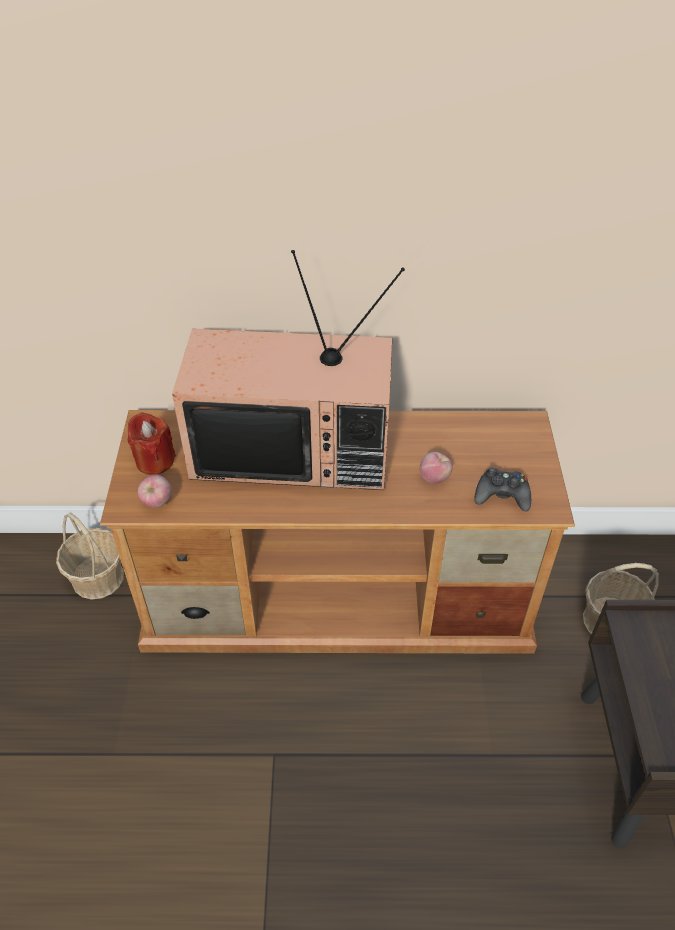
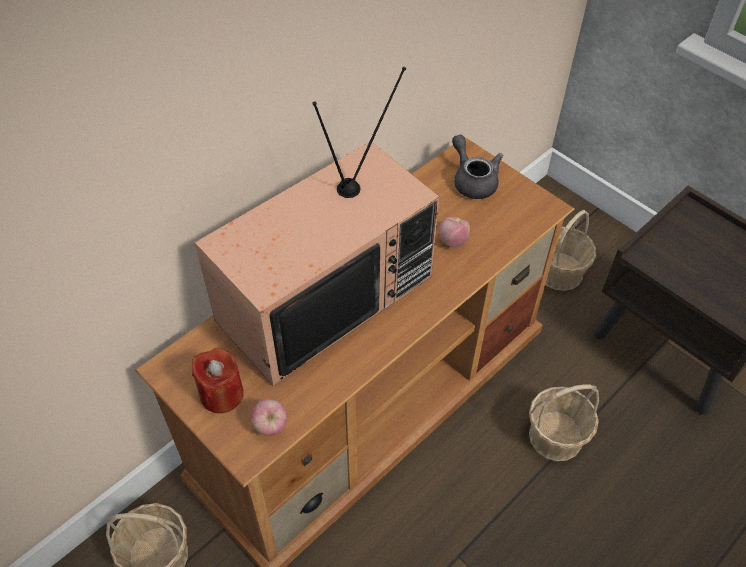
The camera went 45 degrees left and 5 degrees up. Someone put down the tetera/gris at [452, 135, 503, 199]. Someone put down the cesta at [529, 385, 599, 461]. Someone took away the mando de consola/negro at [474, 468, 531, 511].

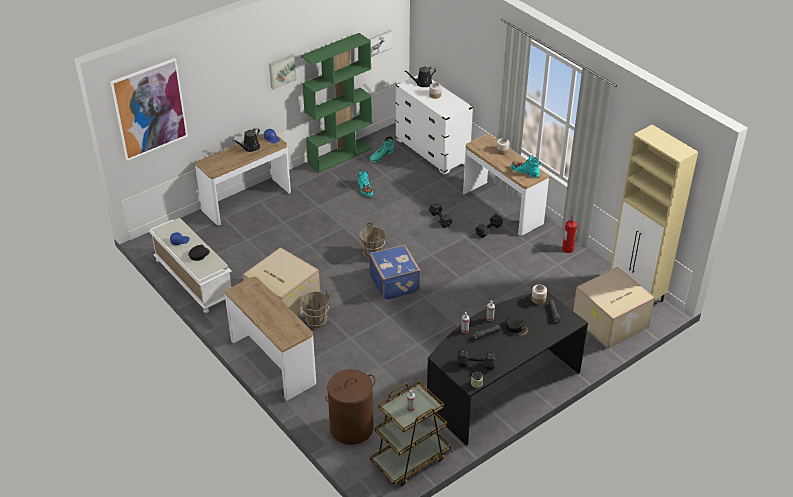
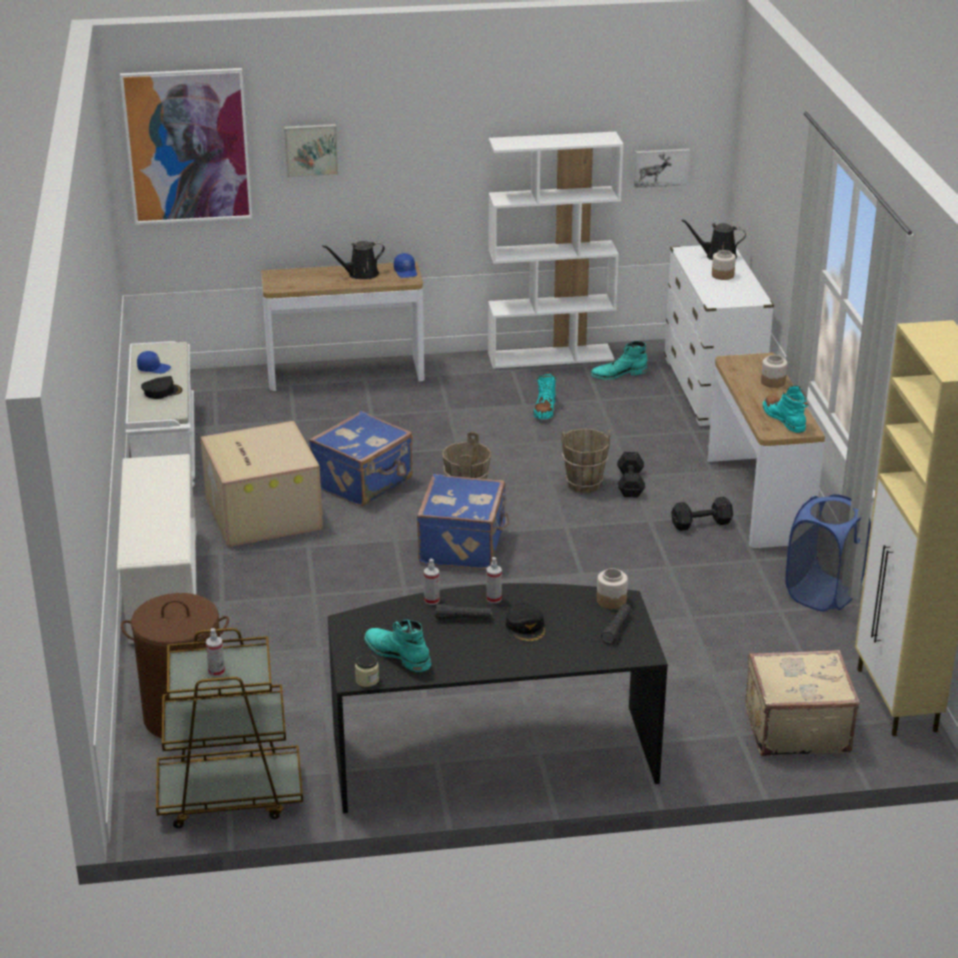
The camera went 30 degrees right and 10 degrees down. Someone swapped the mesa consola at [224, 277, 316, 400] for the zapatero/blanco at [117, 454, 197, 644]. Someone carried the cuadro from [269, 55, 297, 90] to [284, 124, 338, 178]. Someone put down the maleta/azul at [309, 411, 413, 506]. Someone swapped the mancuerna/negro at [457, 349, 495, 369] for the bota/turquesa at [364, 619, 431, 672]. Someone repainted the estantería/verde at [301, 33, 373, 173], which became the estantería/blanco at [488, 132, 624, 369]. Someone carried the cubo/marrón from [301, 291, 329, 328] to [561, 429, 610, 493]. Someone swapped the caja de cartón at [573, 267, 655, 348] for the maleta/beis at [745, 650, 860, 756]. Someone swapped the extintor at [562, 216, 577, 253] for the cesto de la ropa/azul at [785, 494, 871, 612].

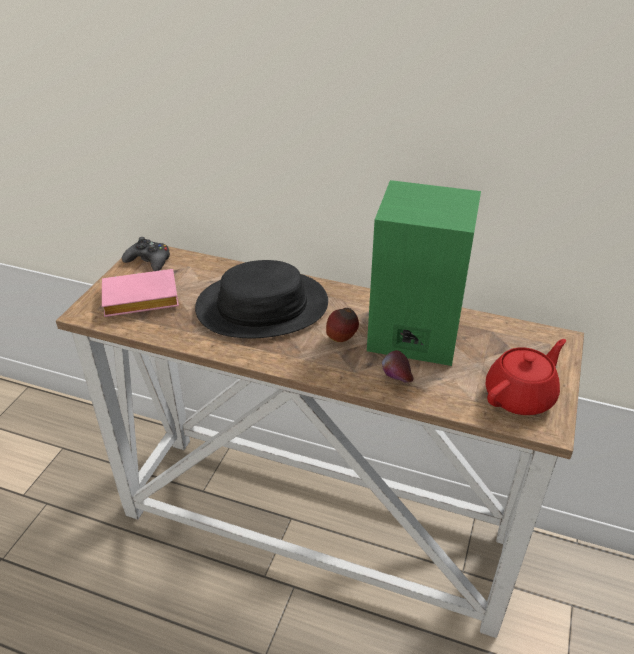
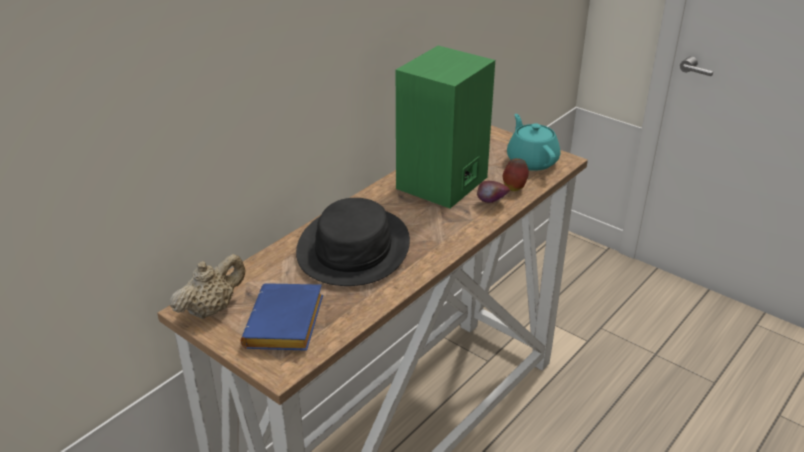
The camera went 70 degrees left and 5 degrees down. Someone swapped the mando de consola/negro at [122, 237, 170, 271] for the tetera/beis at [170, 254, 246, 319]. Someone repainted the libro/rosa at [102, 269, 179, 317], which became the libro/azul at [241, 283, 323, 351]. Someone carried the manzana from [326, 308, 359, 342] to [503, 158, 529, 191]. Someone repainted the tetera/rojo at [486, 339, 566, 415], which became the tetera/turquesa at [507, 114, 560, 171].

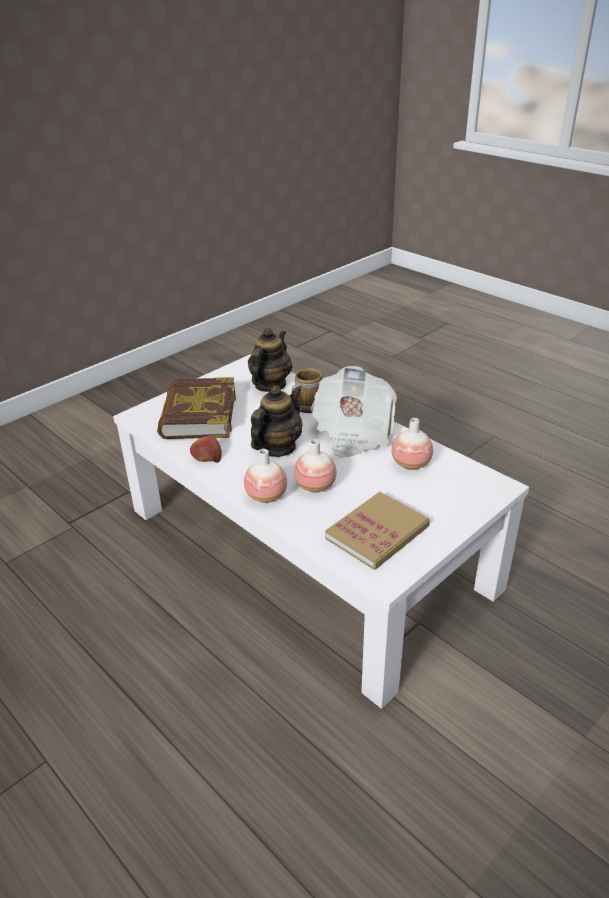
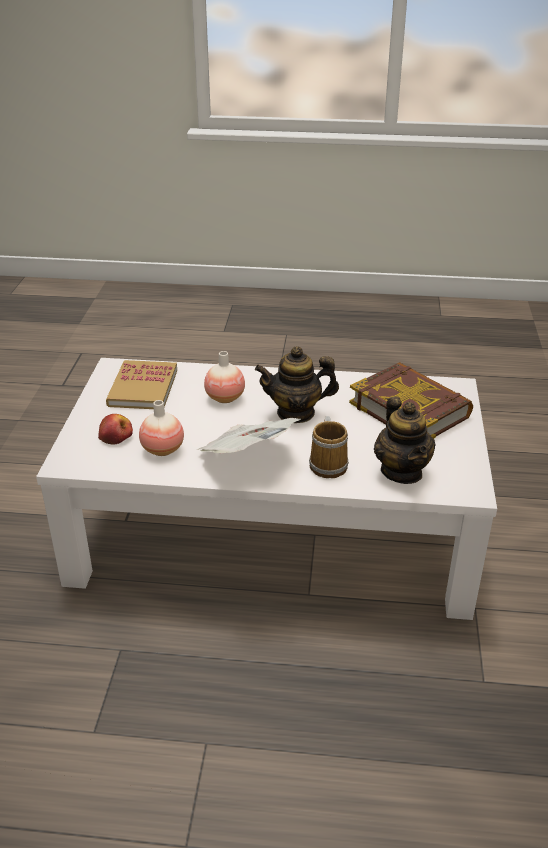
The camera went 140 degrees right and 0 degrees up. Someone carried the manzana from [190, 436, 222, 463] to [98, 414, 133, 444]. Someone rotated the tetera at [251, 385, 302, 457] by 90 degrees clockwise. Someone took away the florero at [244, 449, 287, 503].

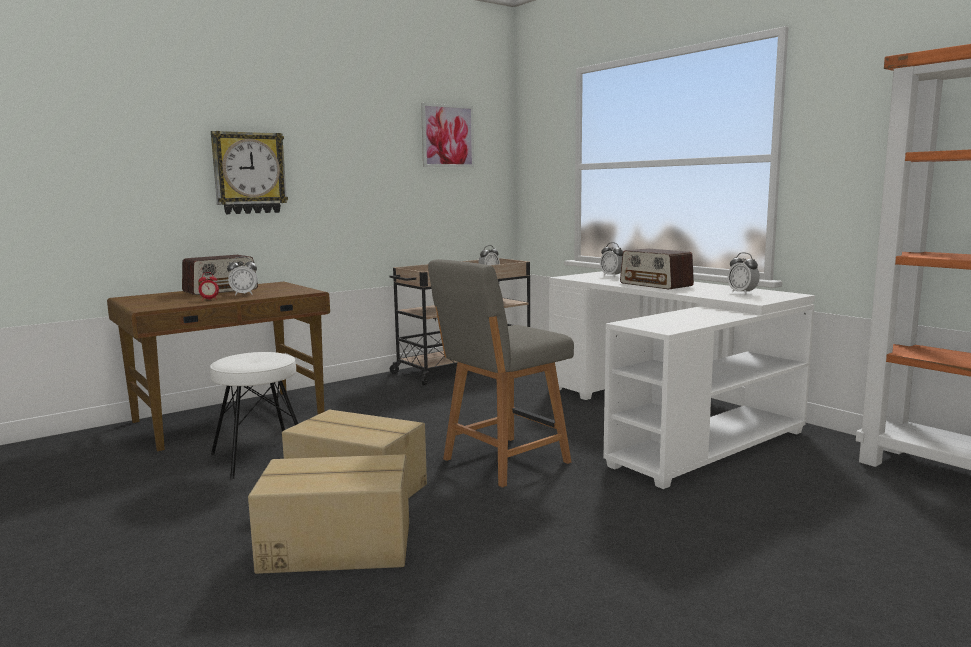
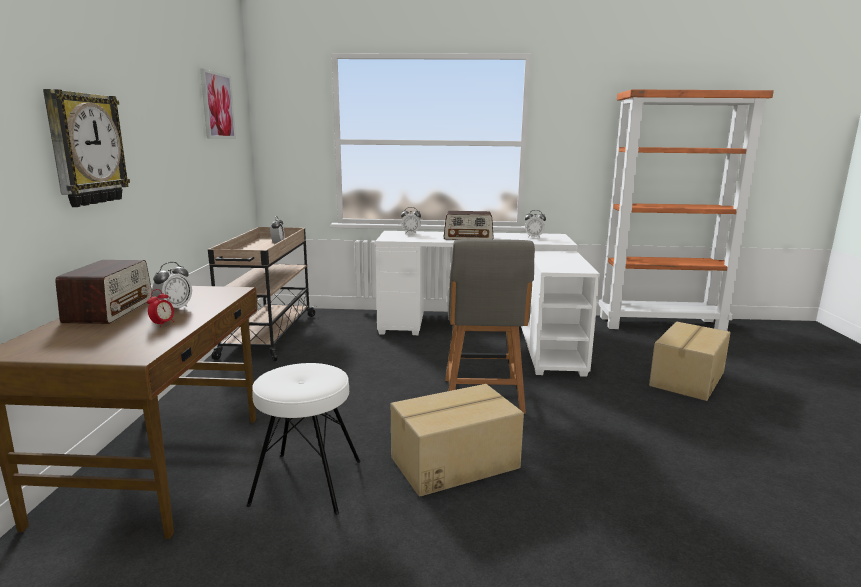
The camera went 50 degrees left and 5 degrees up. Someone carried the caja de cartón from [248, 454, 409, 574] to [649, 322, 731, 401].

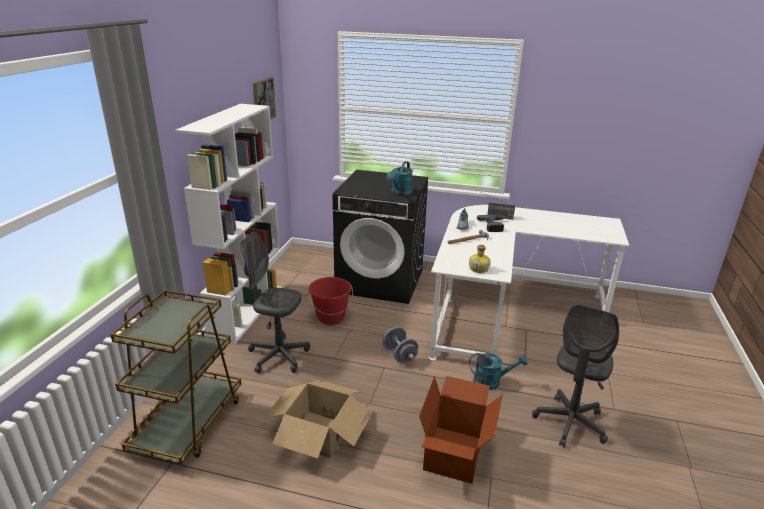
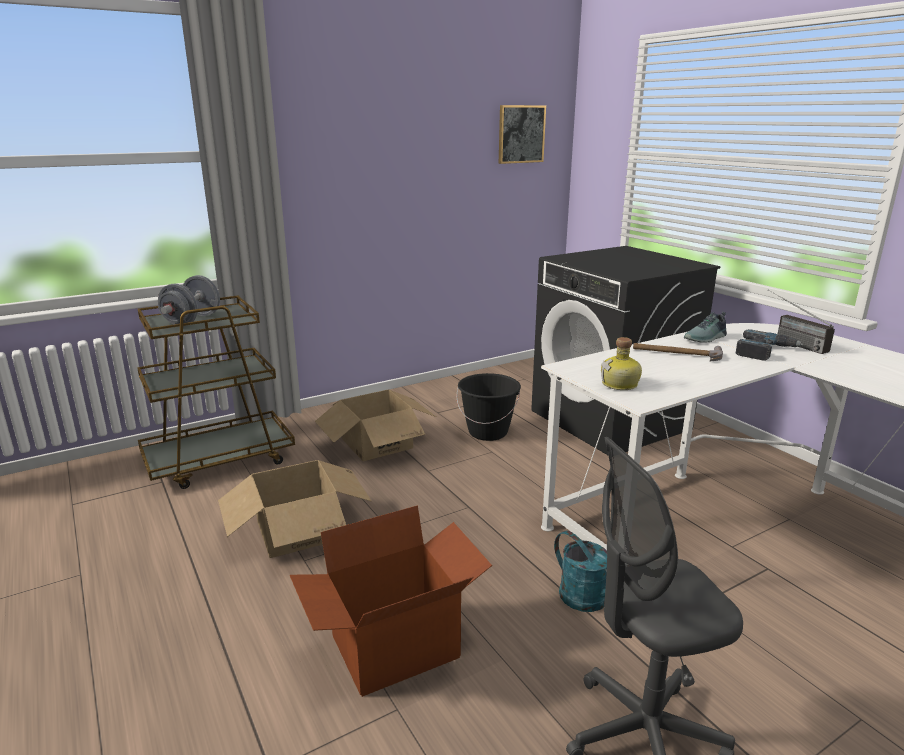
The camera went 45 degrees right and 5 degrees down. Someone carried the mancuerna/gris from [382, 327, 418, 363] to [158, 275, 220, 325]. Someone swapped the silla de oficina/gris at [240, 231, 310, 373] for the caja de cartón at [315, 390, 436, 461]. Someone repainted the cubo/rojo at [308, 277, 353, 325], which became the cubo/negro at [456, 373, 521, 441]. Someone took away the estantería/blanco at [175, 104, 282, 344]. Someone took away the regadera/turquesa at [387, 161, 413, 196].

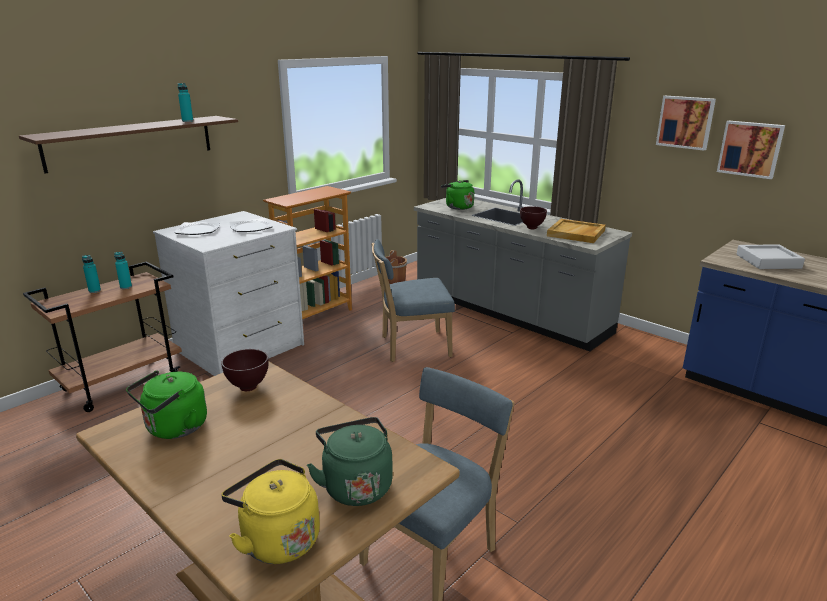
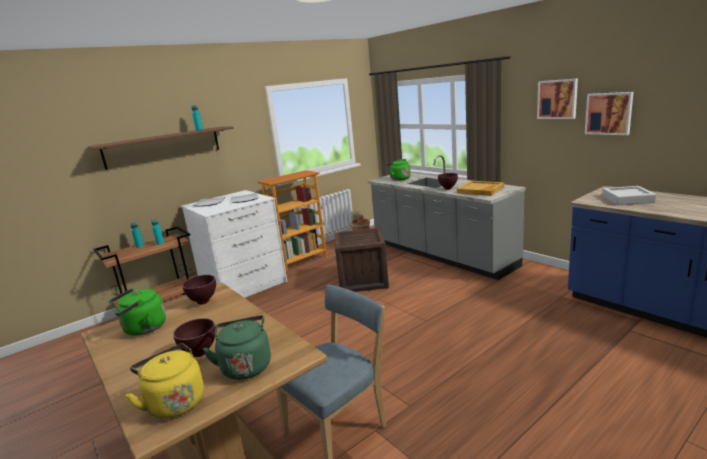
The camera went 10 degrees right and 5 degrees down. Someone put down the cuenco/marrón at [173, 318, 215, 357]. Someone swapped the silla/azul at [371, 239, 455, 362] for the caja de embalaje at [335, 228, 389, 292].

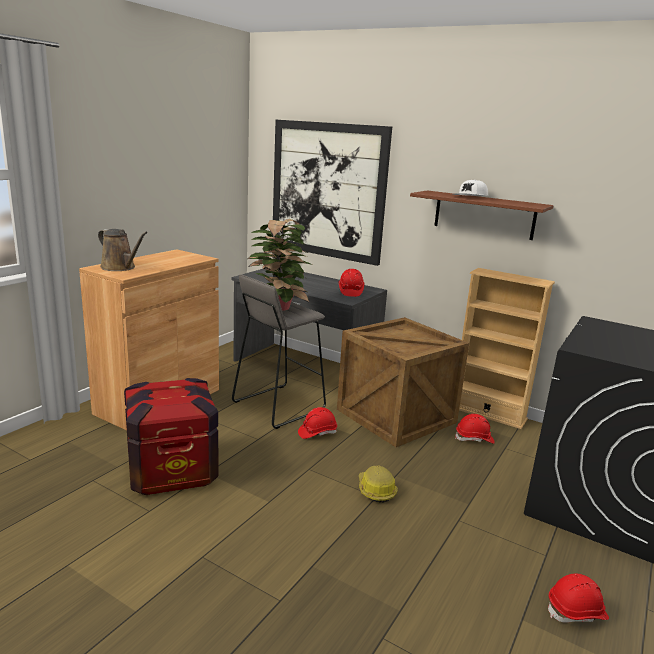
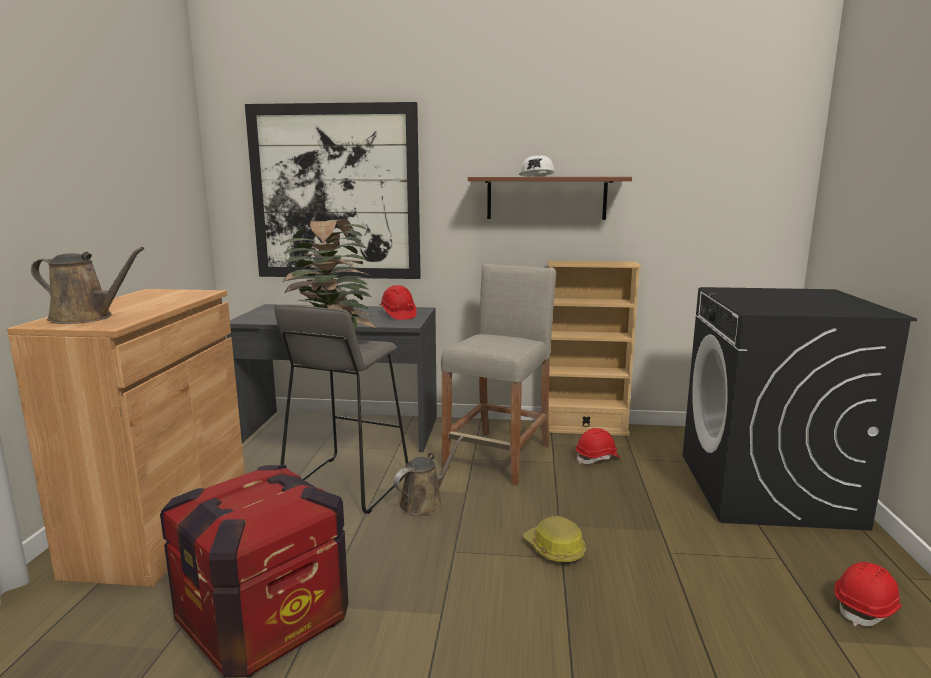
The camera went 25 degrees left and 5 degrees down. Someone swapped the casco/rojo at [298, 407, 337, 439] for the regadera/marrón at [393, 435, 464, 516]. Someone swapped the caja de embalaje at [337, 317, 469, 447] for the taburete/beis at [441, 264, 556, 486].

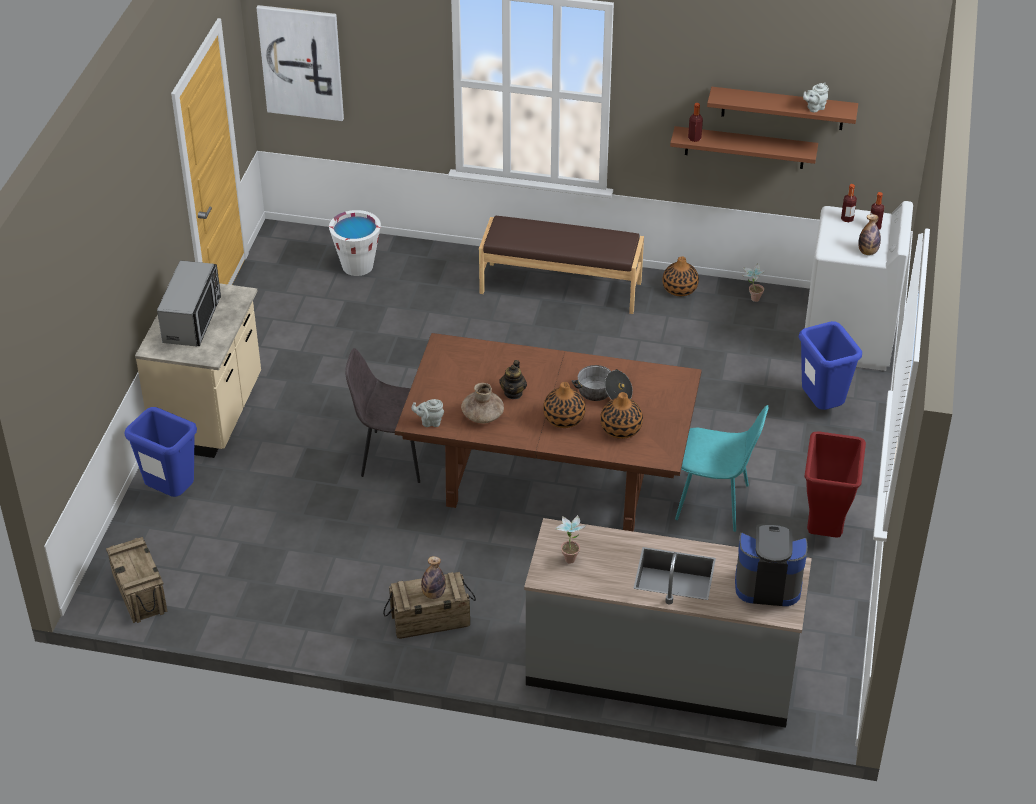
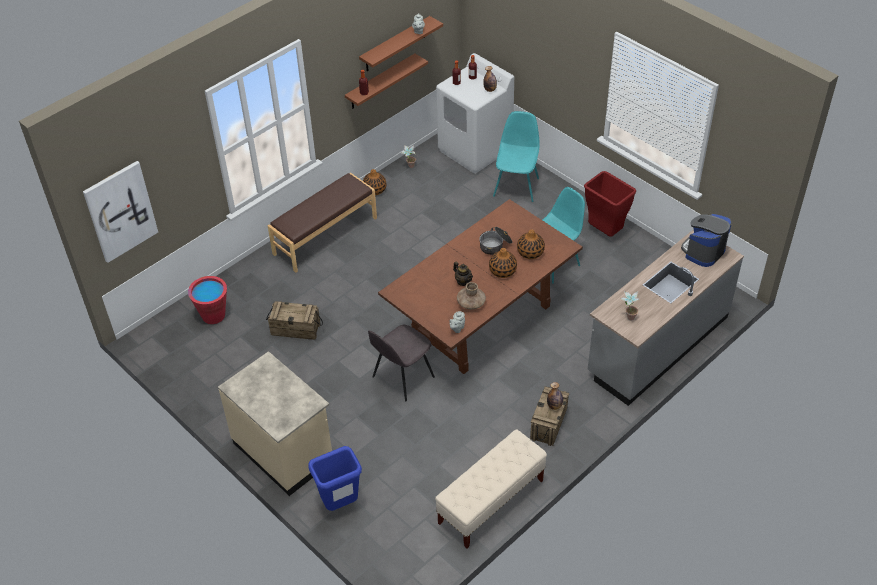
The camera went 55 degrees left and 5 degrees up. Someone repainted the cubo/blanco at [329, 210, 381, 276], which became the cubo/rojo at [188, 276, 227, 324]. Someone carried the caja de embalaje from [106, 537, 168, 623] to [266, 301, 323, 340]. Someone put down the banco/beis at [435, 429, 547, 549]. Someone swapped the papelera/azul at [799, 321, 862, 410] for the silla/turquesa at [493, 111, 540, 202]. Someone took away the microondas at [157, 260, 221, 346].

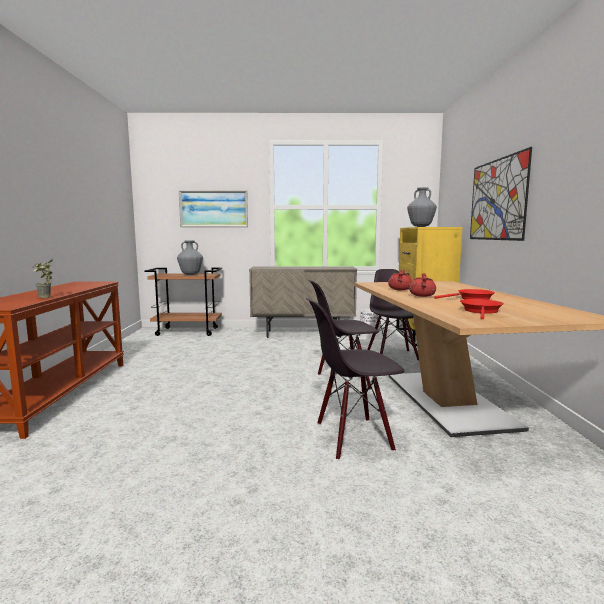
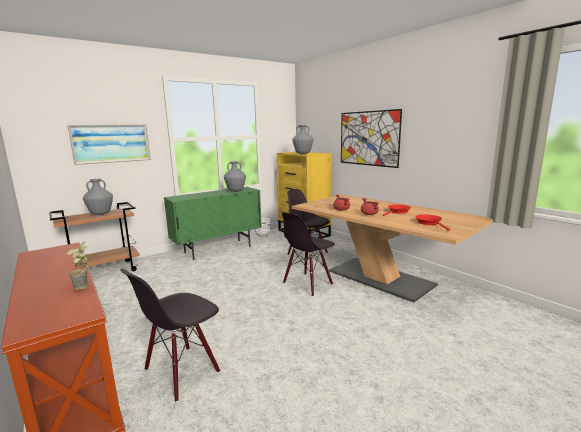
The camera went 35 degrees left and 5 degrees up. Someone carried the silla/negro from [306, 298, 405, 460] to [120, 269, 220, 402]. Someone repainted the armario/beis at [249, 266, 357, 338], which became the armario/verde at [164, 187, 262, 260]. Someone put down the florero/gris at [224, 161, 246, 192].

